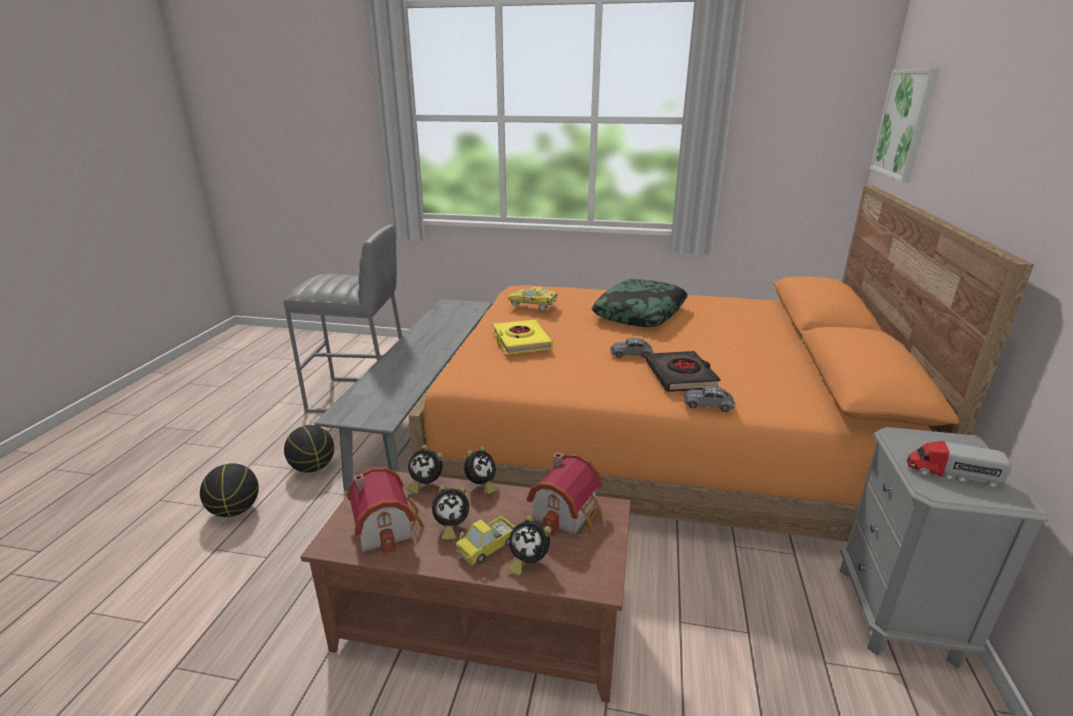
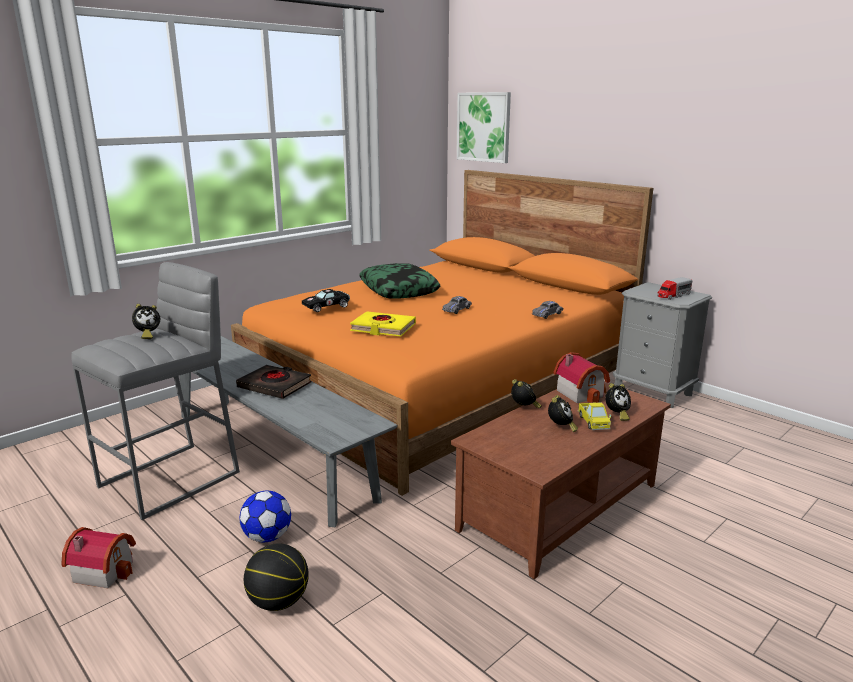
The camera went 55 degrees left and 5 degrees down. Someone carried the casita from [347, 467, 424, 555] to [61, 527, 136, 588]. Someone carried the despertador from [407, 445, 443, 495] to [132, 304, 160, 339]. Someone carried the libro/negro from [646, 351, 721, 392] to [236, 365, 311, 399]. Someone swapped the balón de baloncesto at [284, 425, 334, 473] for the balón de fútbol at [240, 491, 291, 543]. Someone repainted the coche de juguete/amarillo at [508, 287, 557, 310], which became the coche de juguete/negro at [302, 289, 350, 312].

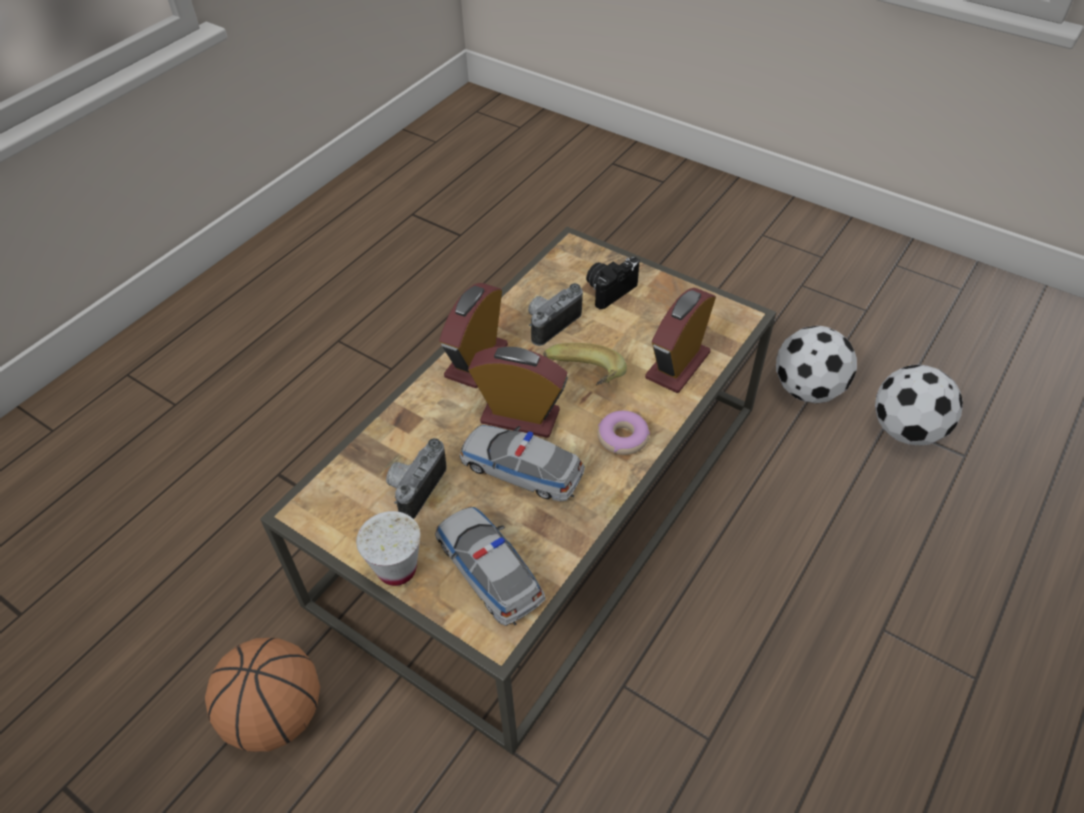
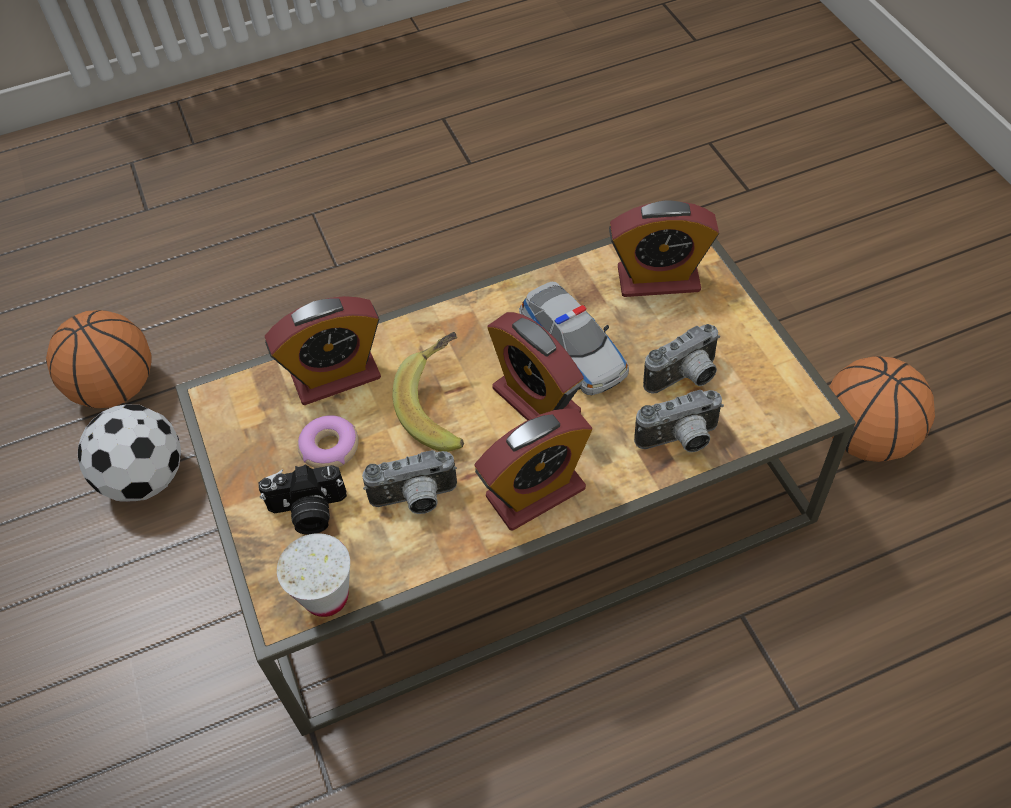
The camera went 145 degrees left and 5 degrees up. Someone swapped the balón de fútbol at [875, 364, 963, 446] for the balón de baloncesto at [46, 310, 152, 408]. Someone carried the taza/blanco from [356, 511, 420, 586] to [277, 533, 350, 617]. Someone carried the rosquilla from [598, 411, 650, 455] to [298, 415, 359, 468]. Someone swapped the coche de juguete at [435, 507, 546, 626] for the despertador at [609, 200, 719, 297]. Someone put down the cámara at [634, 390, 724, 452].

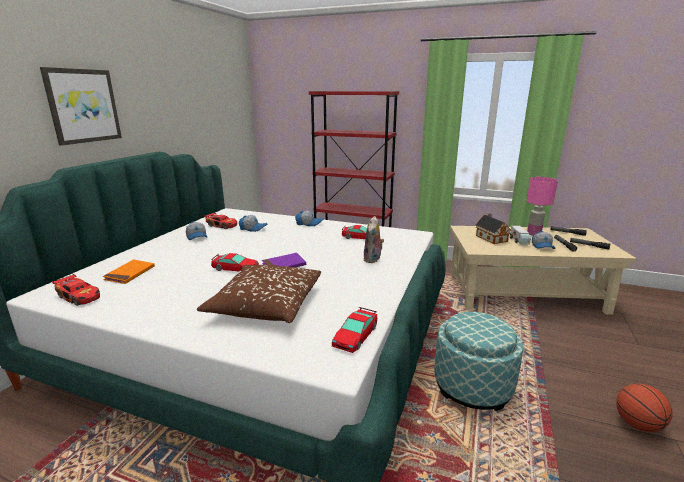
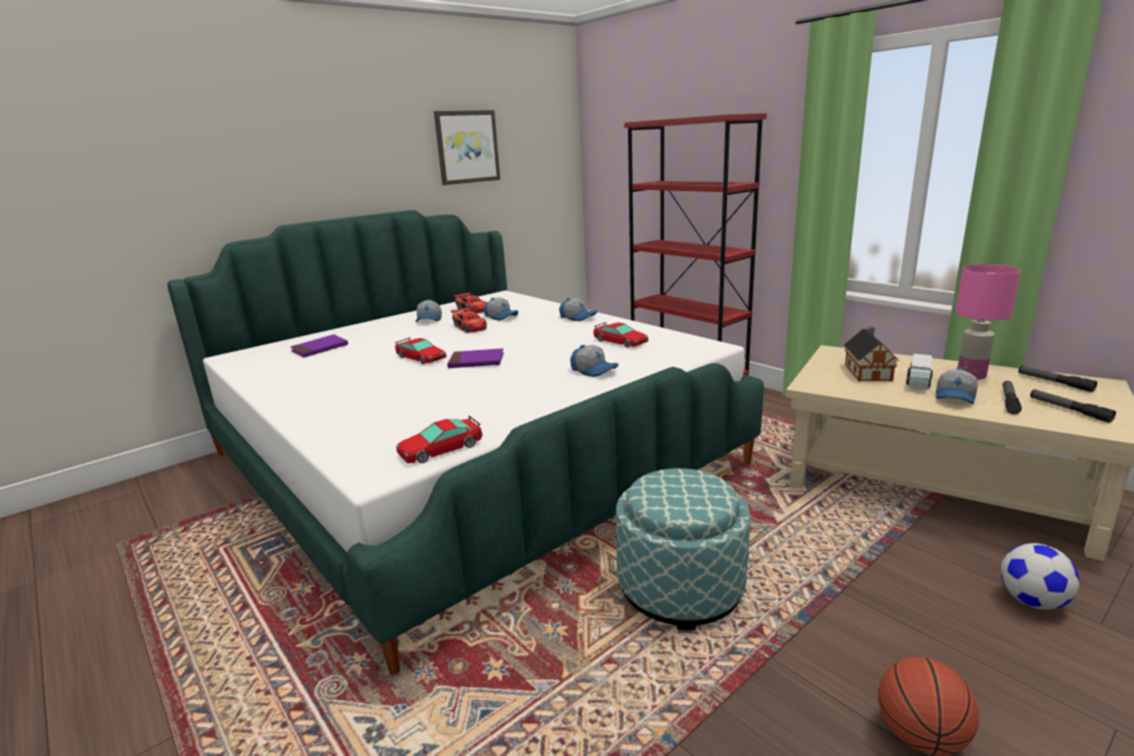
The camera went 30 degrees right and 0 degrees up. Someone repainted the libro/naranja at [103, 260, 155, 284], which became the libro/morado at [290, 334, 348, 358]. Someone carried the cuadro from [40, 67, 122, 146] to [434, 110, 500, 185]. Someone carried the coche de juguete from [52, 274, 100, 306] to [451, 307, 487, 333]. Someone swapped the peluche at [364, 216, 384, 263] for the gorra at [570, 345, 619, 377]. Someone put down the balón de fútbol at [1001, 543, 1079, 610]. Someone took away the cojín/marrón at [197, 265, 321, 323].

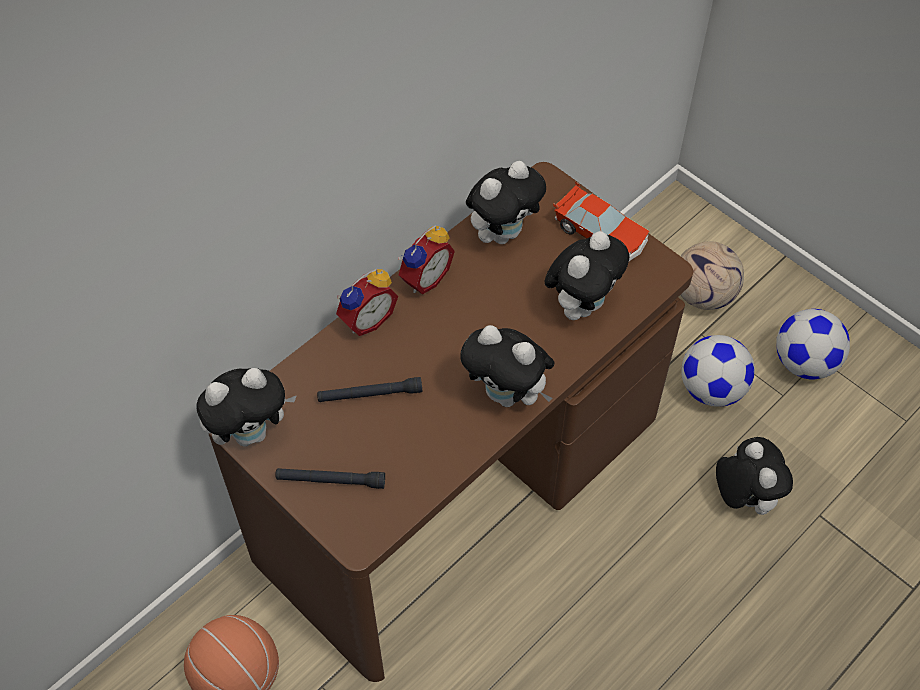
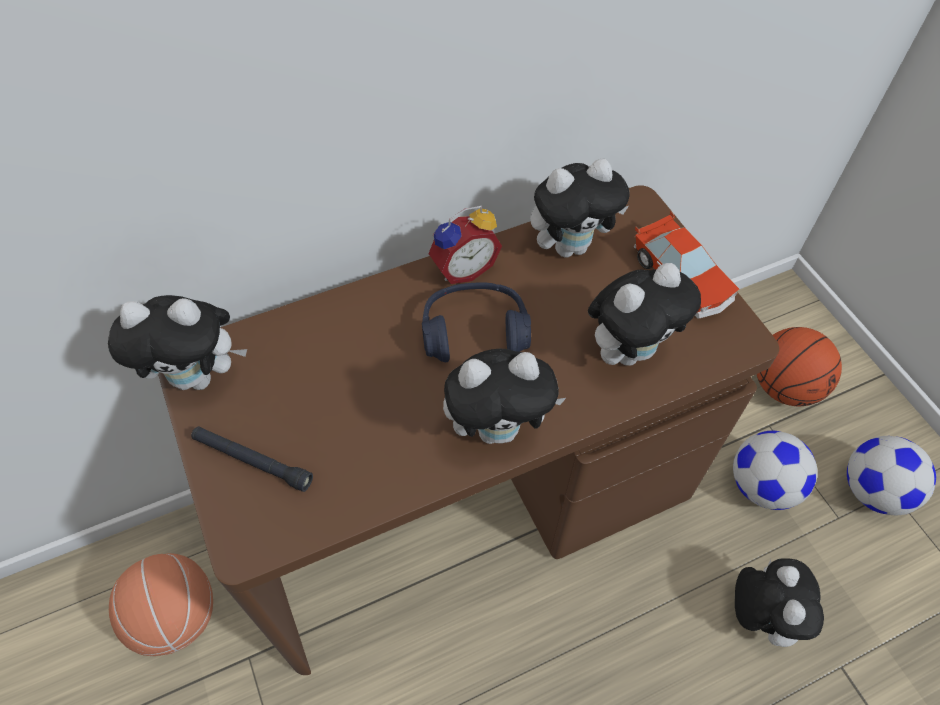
The camera went 20 degrees right and 0 degrees up. Someone put down the auriculares/azul at [422, 282, 531, 362]. Someone rotated the peluche at [460, 325, 554, 407] by 60 degrees counterclockwise. Someone swapped the balón de fútbol at [681, 241, 744, 310] for the balón de baloncesto at [757, 327, 842, 406]. Someone took away the linterna/negro at [317, 377, 422, 402]. Someone took away the despertador at [336, 269, 398, 336].

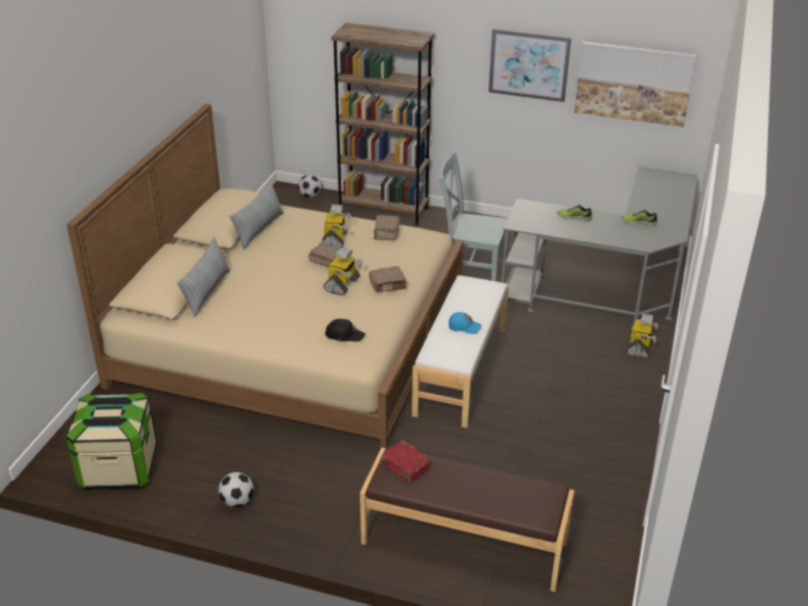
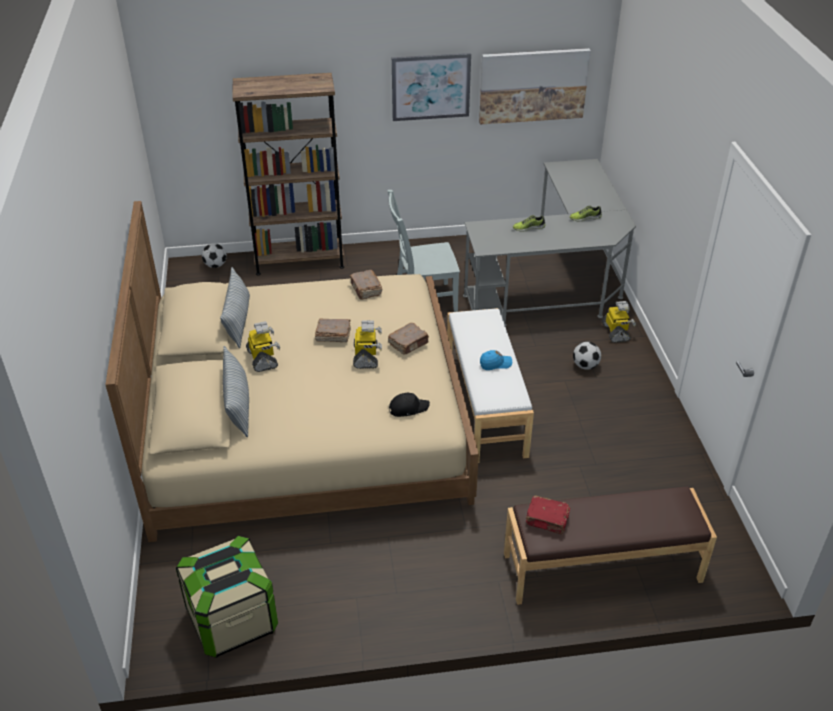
The camera went 25 degrees left and 5 degrees up. Someone carried the robot de juguete from [321, 205, 351, 248] to [246, 321, 280, 372]. Someone carried the balón de fútbol from [219, 472, 254, 507] to [573, 342, 601, 370].

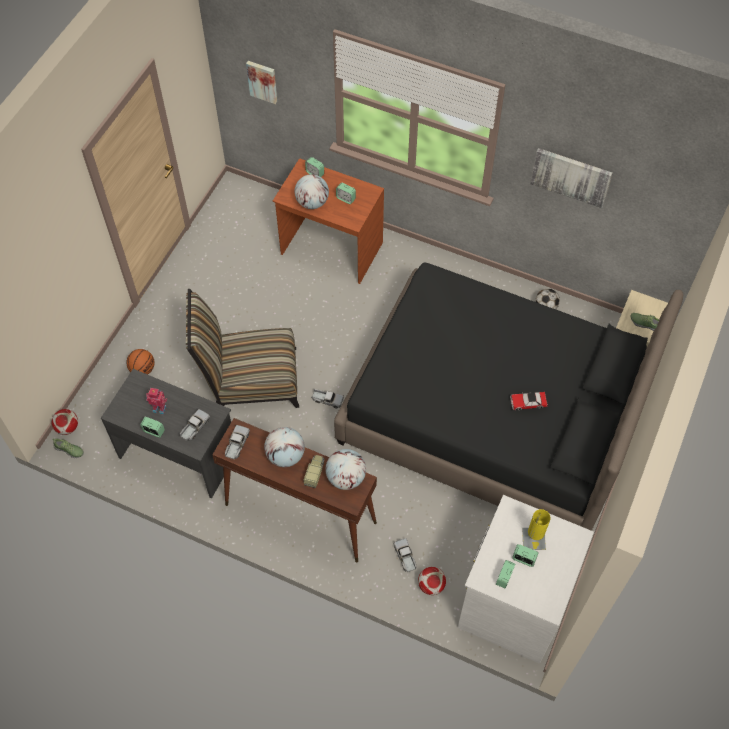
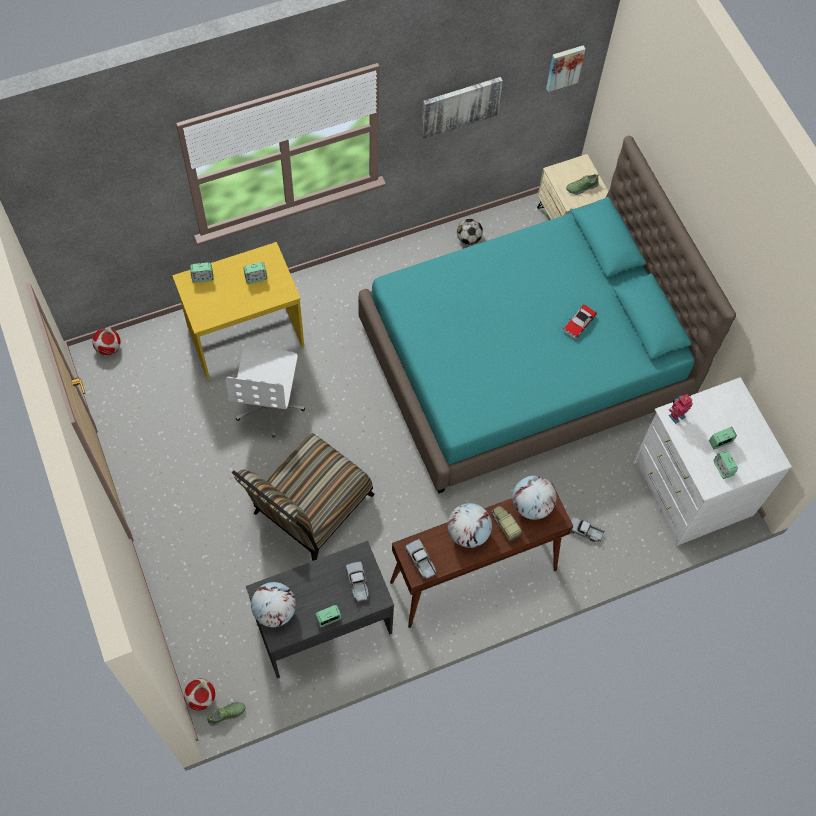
The camera went 50 degrees left and 5 degrees up. Someone carried the balón de fútbol from [418, 567, 446, 595] to [92, 328, 121, 355]. Someone repainted the escritorio/marrón at [273, 158, 384, 284], which became the escritorio/amarillo at [172, 242, 304, 380]. Someone put down the silla de oficina/blanco at [226, 346, 305, 437]. Someone carried the globo terráqueo from [295, 174, 329, 209] to [251, 582, 296, 627]. Someone repainted the cama/negro at [334, 263, 684, 531], which became the cama/turquesa at [358, 135, 736, 493]. Someone carried the cuadro from [246, 61, 277, 104] to [546, 45, 585, 92]. Someone carried the robot de juguete from [146, 388, 167, 415] to [669, 394, 693, 424]. Someone took away the balón de baloncesto at [126, 349, 155, 375]. Someone took away the camión de juguete at [311, 389, 344, 408]. Someone took away the lámpara de mesa/amarillo at [522, 509, 551, 550].

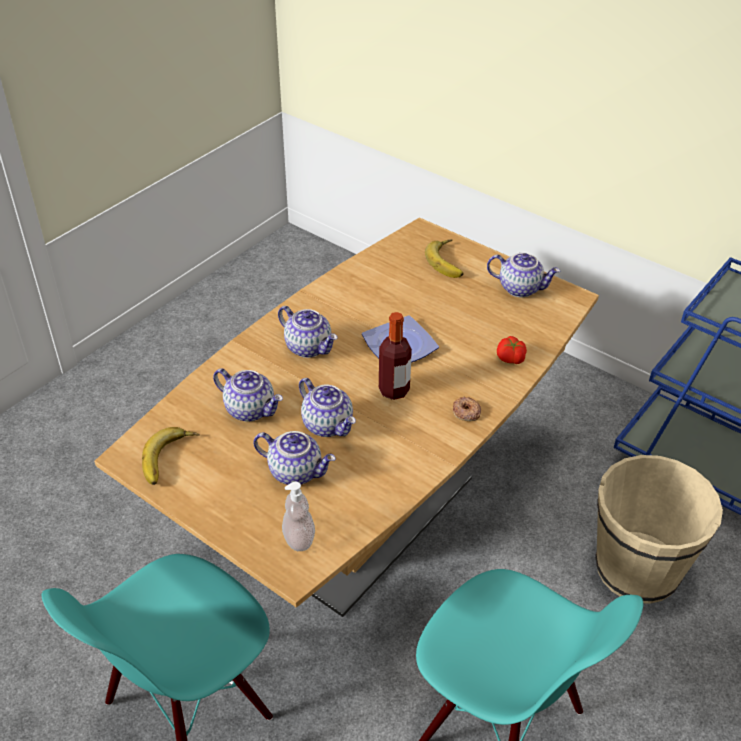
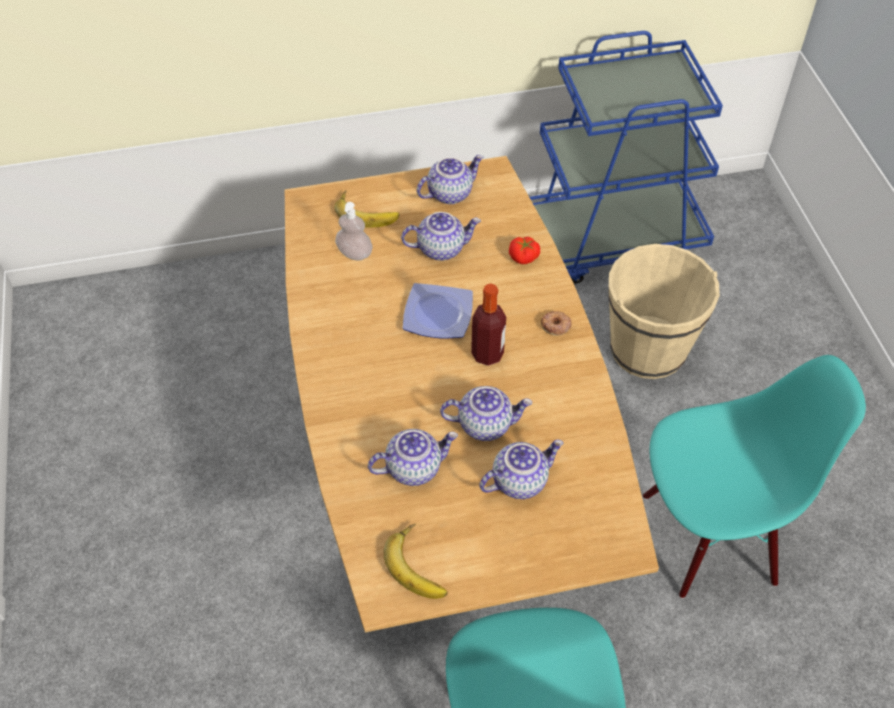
The camera went 50 degrees left and 10 degrees up. Someone carried the dispensador de jabón from [282, 482, 315, 551] to [335, 202, 373, 261]. Someone carried the tetera from [278, 306, 338, 358] to [401, 212, 481, 261].

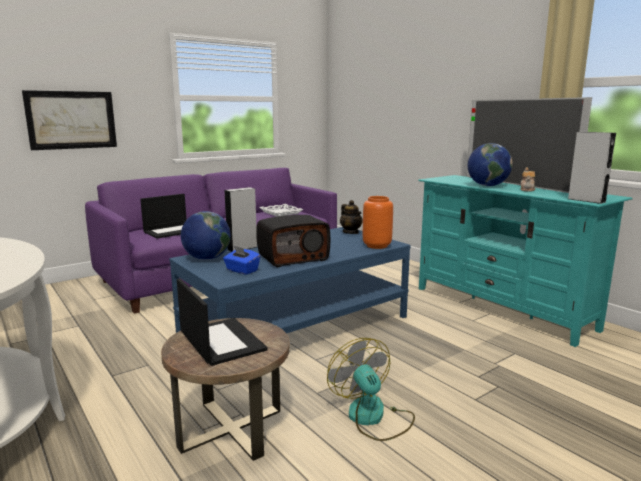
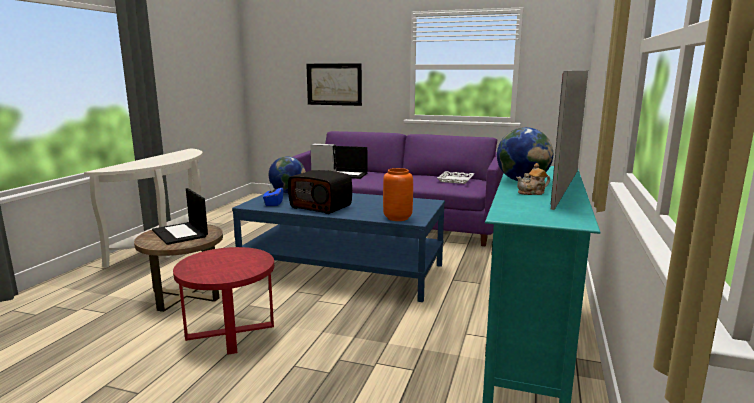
The camera went 55 degrees right and 0 degrees up. Someone rotated the portátil at [177, 278, 268, 366] by 120 degrees clockwise. Someone swapped the ventilador at [327, 338, 415, 441] for the mesa auxiliar/rojo at [173, 247, 274, 355]. Someone took away the tetera at [340, 200, 363, 234]. Someone took away the altavoz/gris at [568, 132, 616, 204].

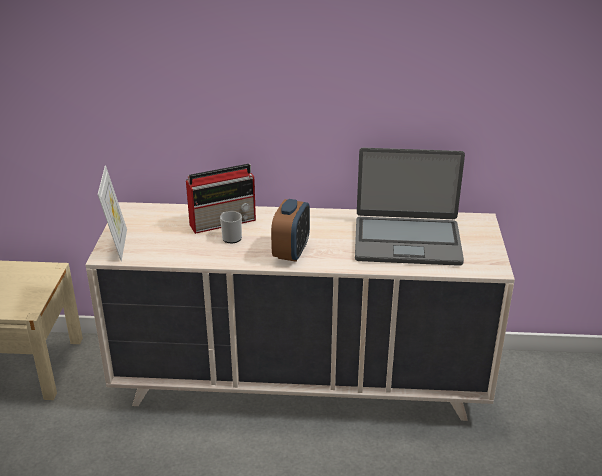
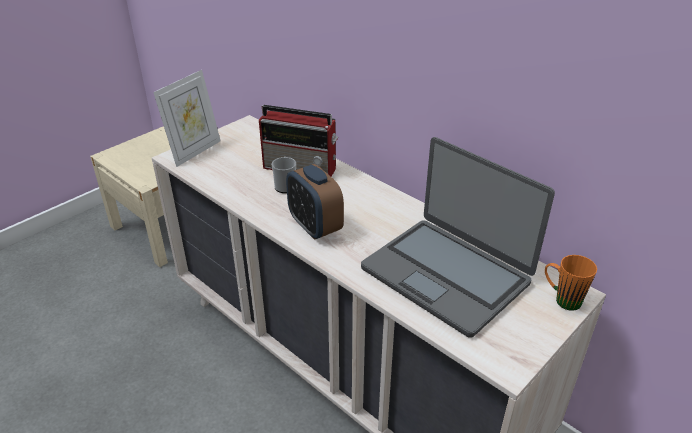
The camera went 40 degrees right and 5 degrees up. Someone rotated the despertador at [271, 199, 310, 262] by 90 degrees clockwise. Someone put down the taza grande/naranja at [545, 255, 597, 311].

